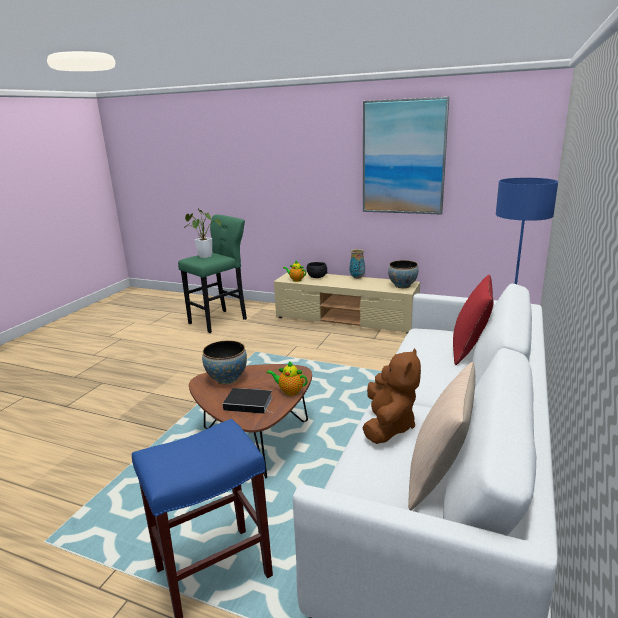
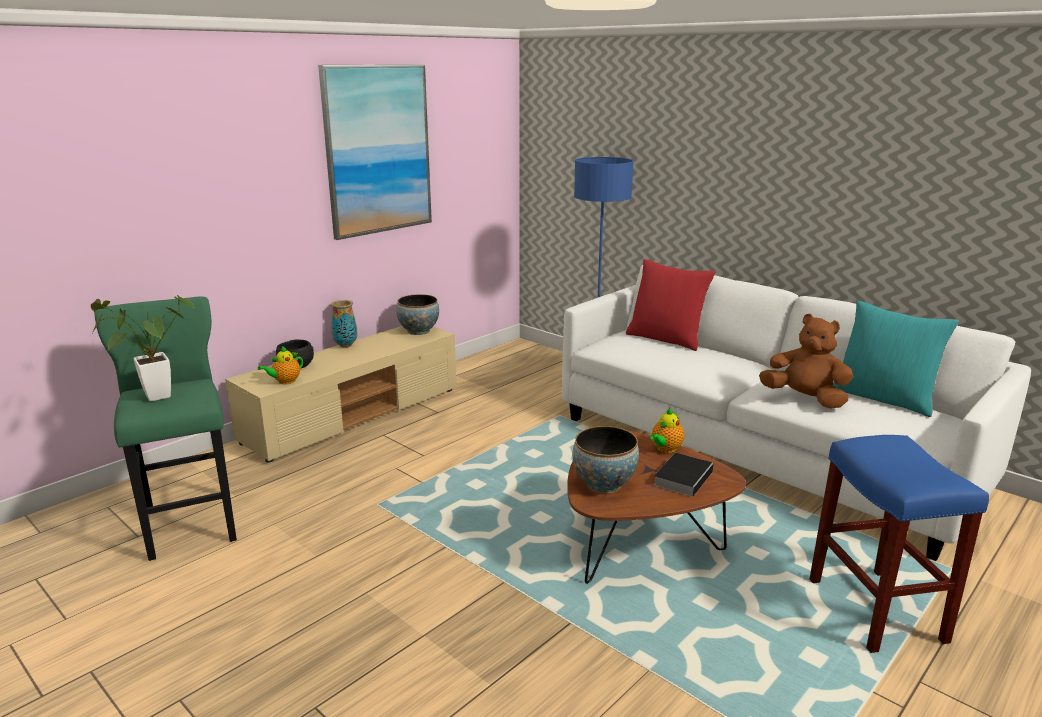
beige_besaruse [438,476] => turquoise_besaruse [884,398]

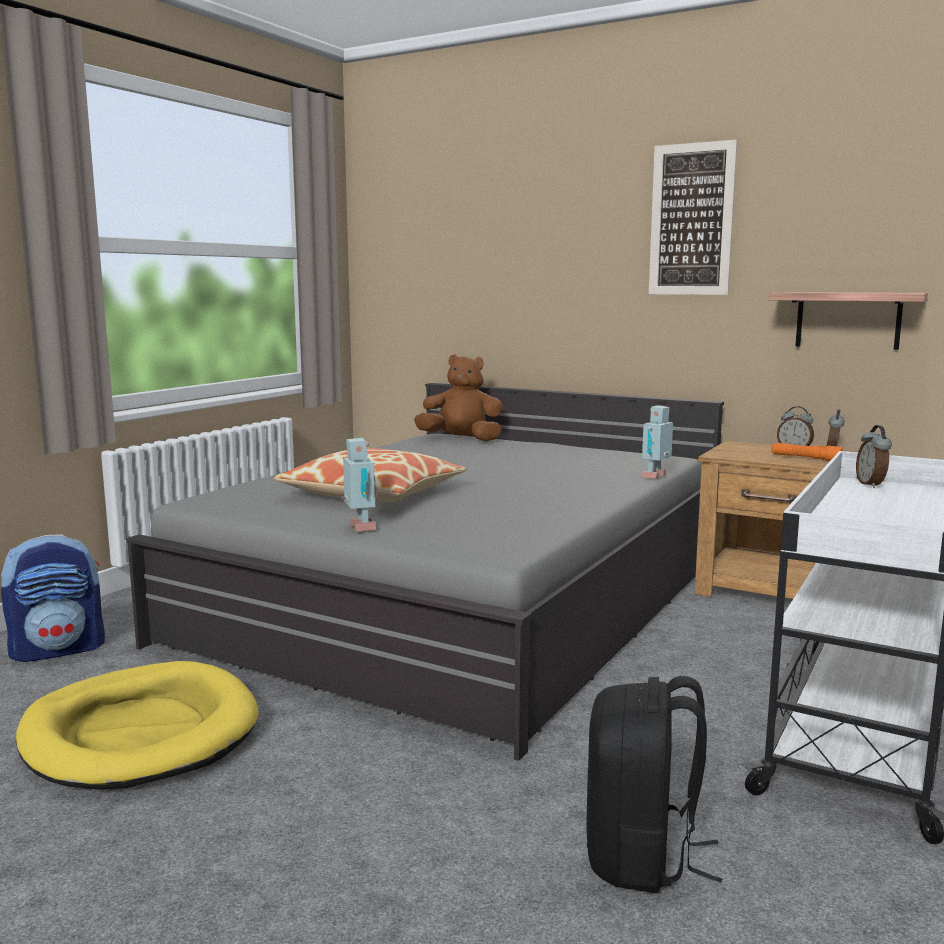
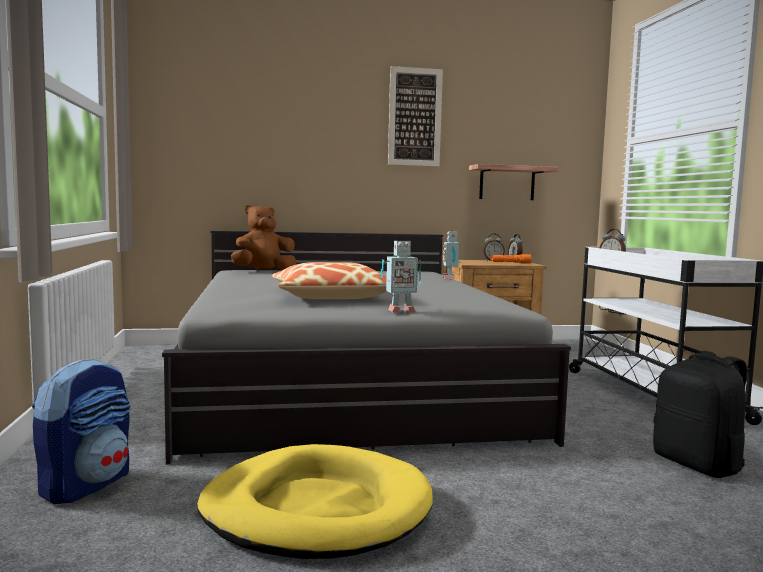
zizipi [360,528] => zizipi [400,311], 135 degrees clockwise

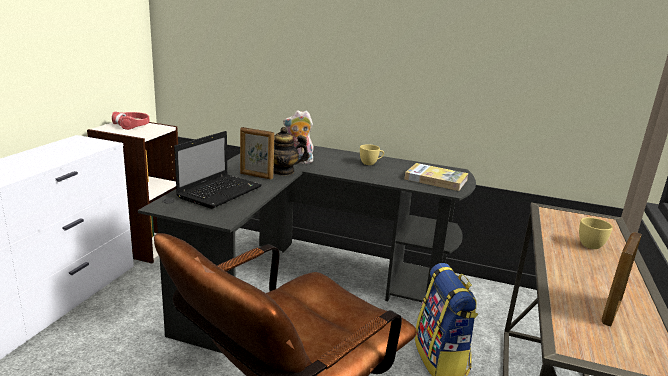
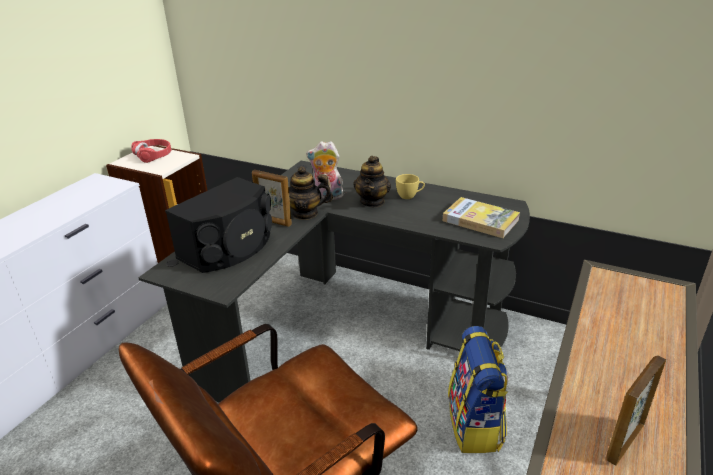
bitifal [221,191] => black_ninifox [229,248]
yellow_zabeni [593,245] => nothing
nothing => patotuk [372,201]

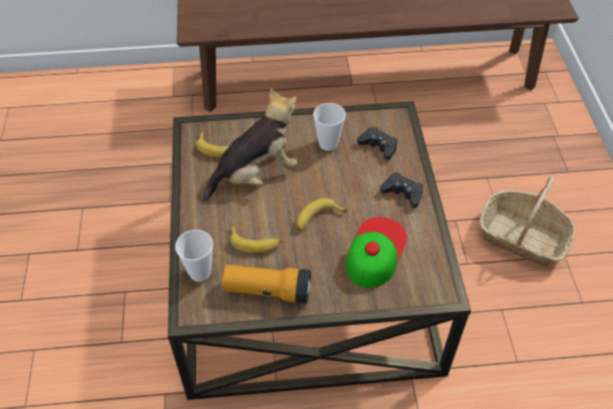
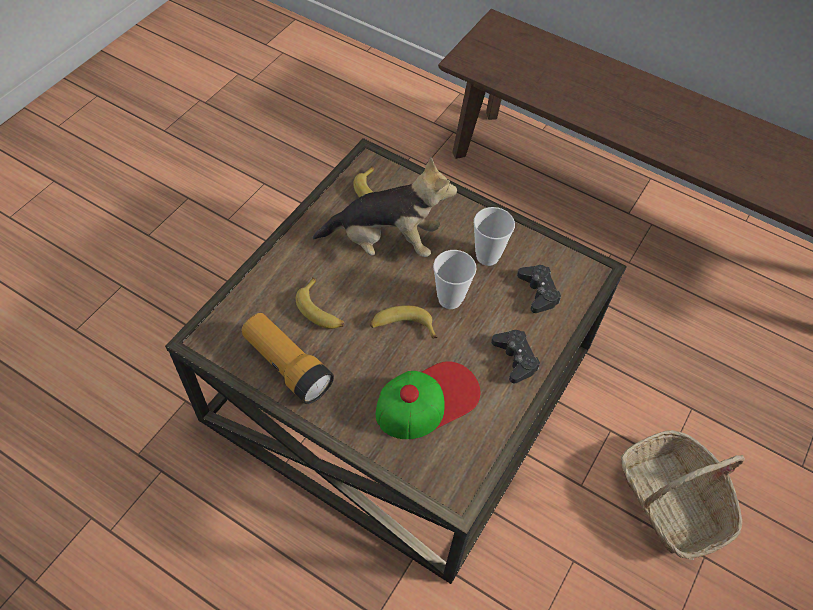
zabeni [200,272] => zabeni [450,299], shifted

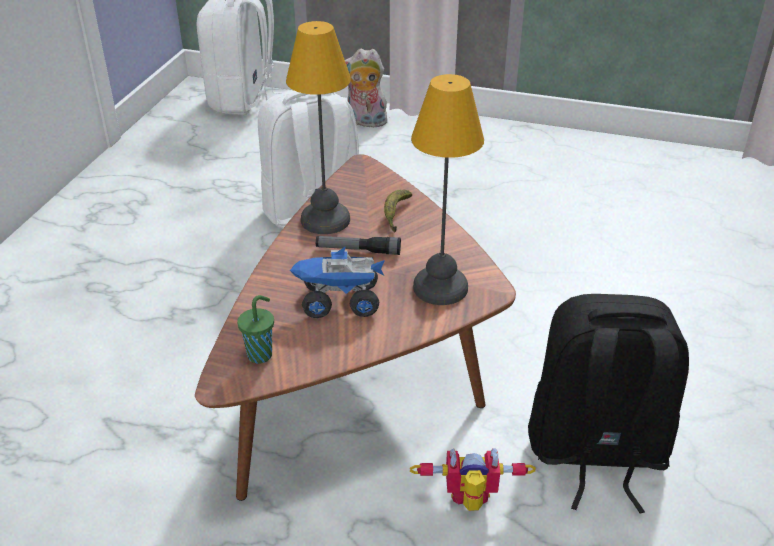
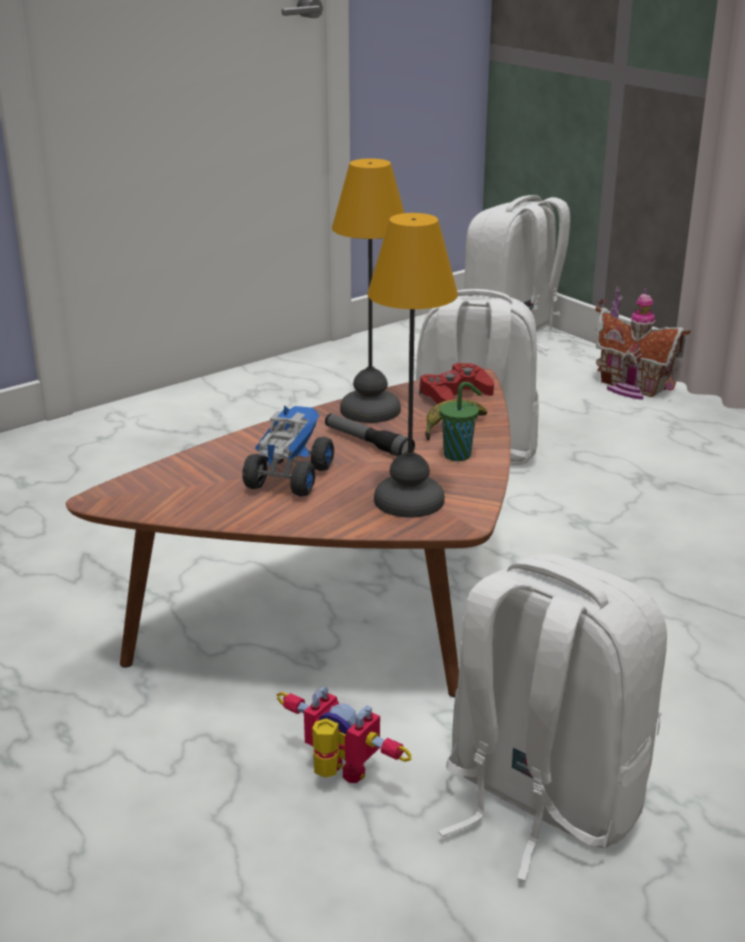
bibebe [365,122] => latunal [631,388]
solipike [339,302] => solipike [289,477], 75 degrees clockwise
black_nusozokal [595,453] => white_nusozokal [539,799]
green_zabeni [261,354] => green_zabeni [459,455], shifted
nothing => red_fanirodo [454,395]

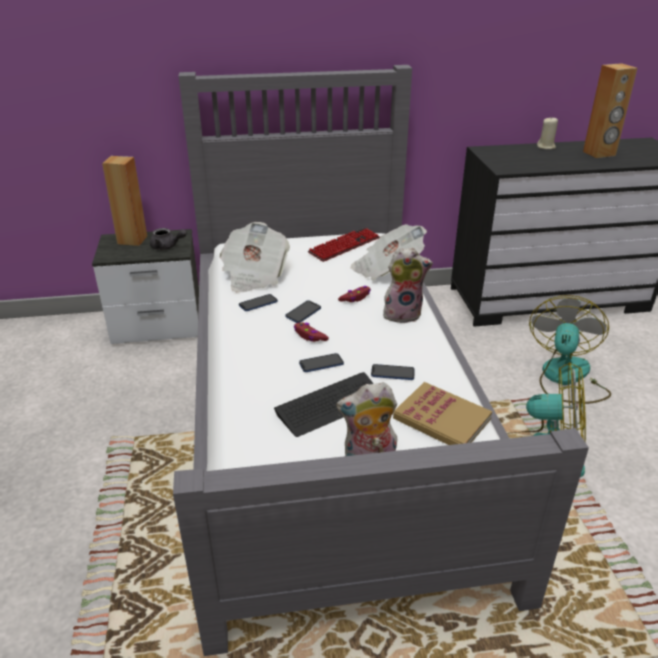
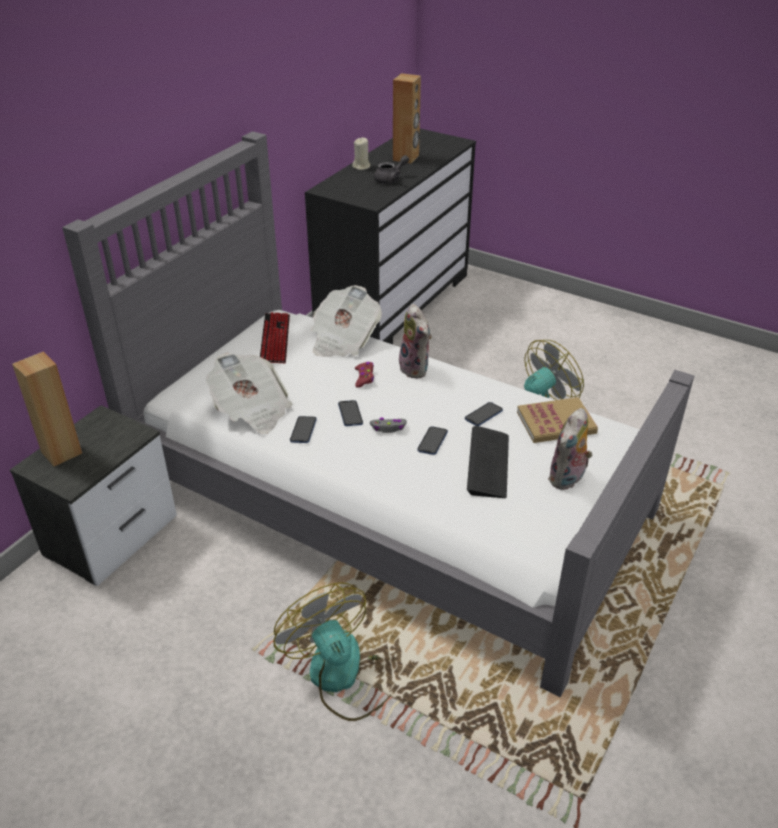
grey_patotuk [167,247] => grey_patotuk [390,179], shifted
bibebe [403,314] => bibebe [416,369], 120 degrees clockwise
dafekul [565,378] => dafekul [344,676], shifted
red_fanirodo [310,336] => grey_fanirodo [388,428]

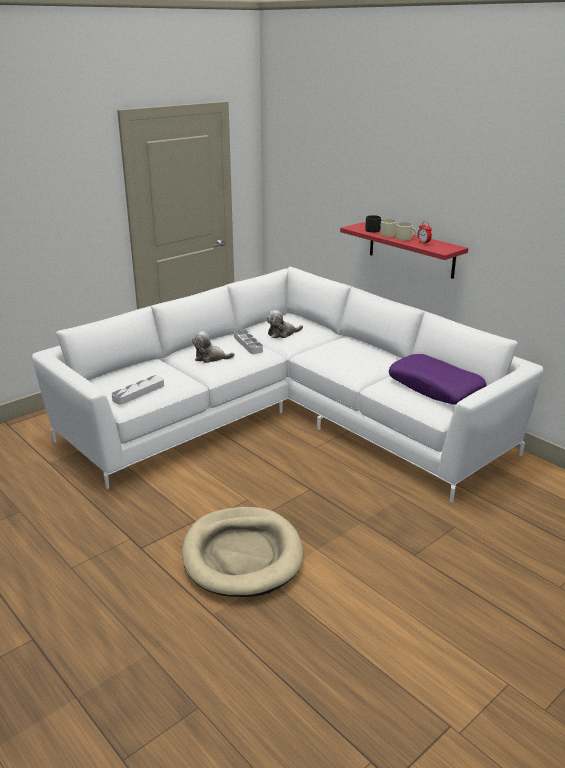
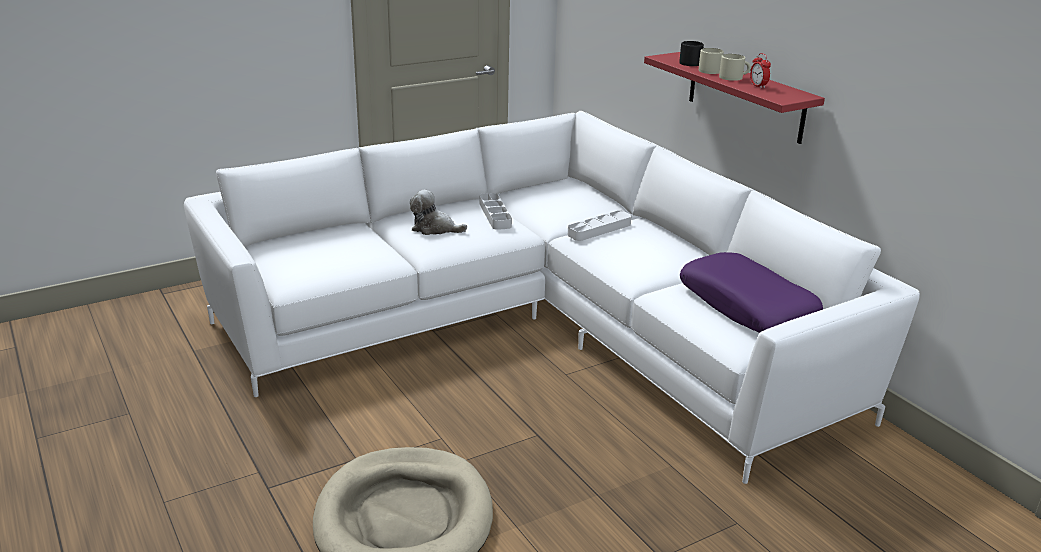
bibebe [282,333] => nothing
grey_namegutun [138,392] => grey_namegutun [599,229], shifted

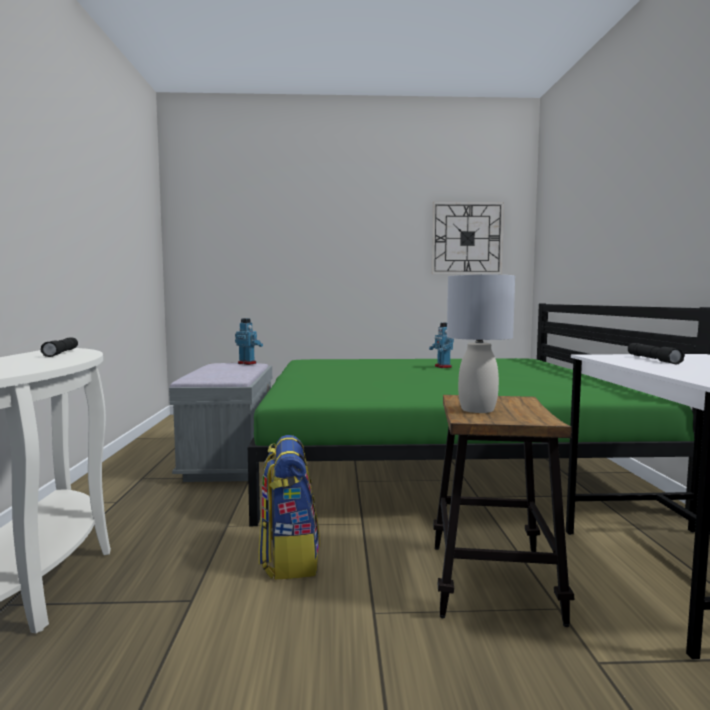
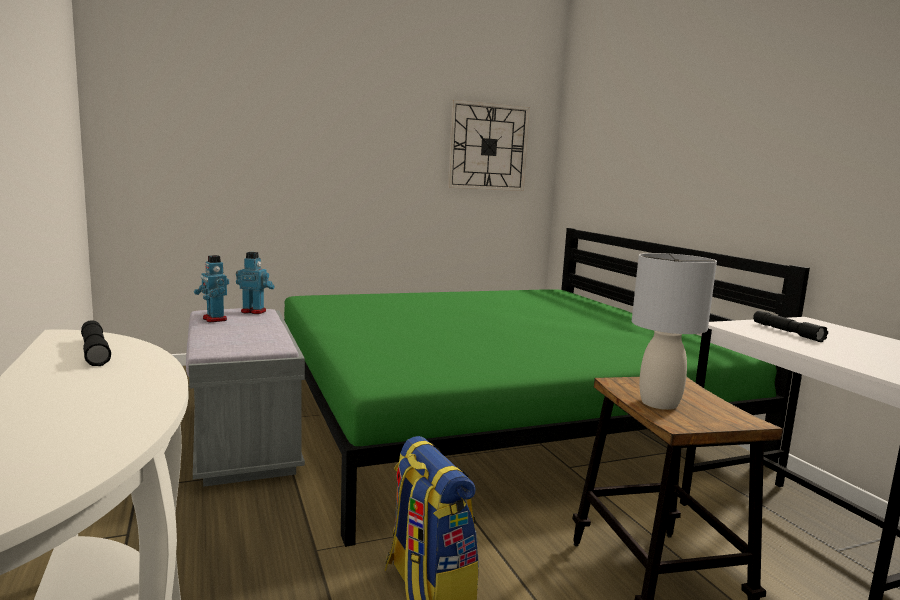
zizipi [442,367] => zizipi [214,319], shifted

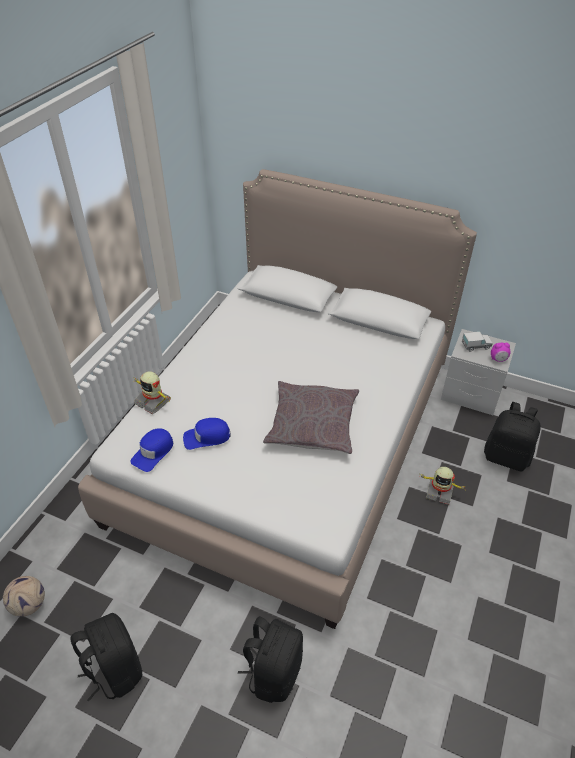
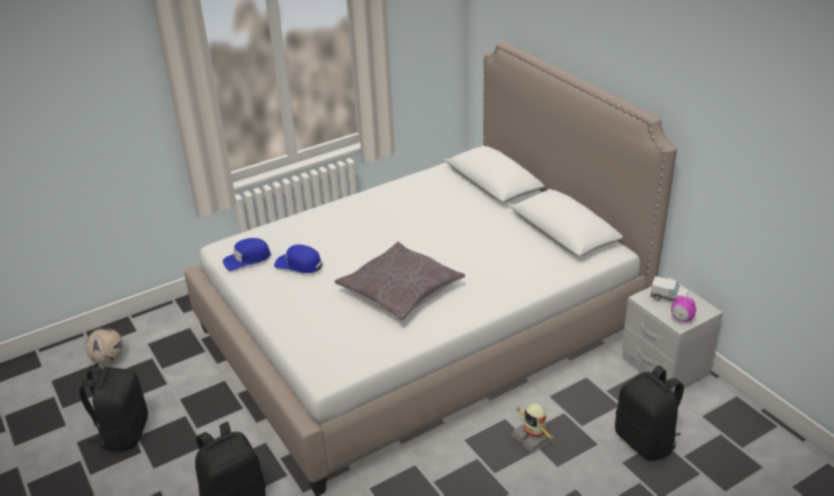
zizipi [153,401] => nothing

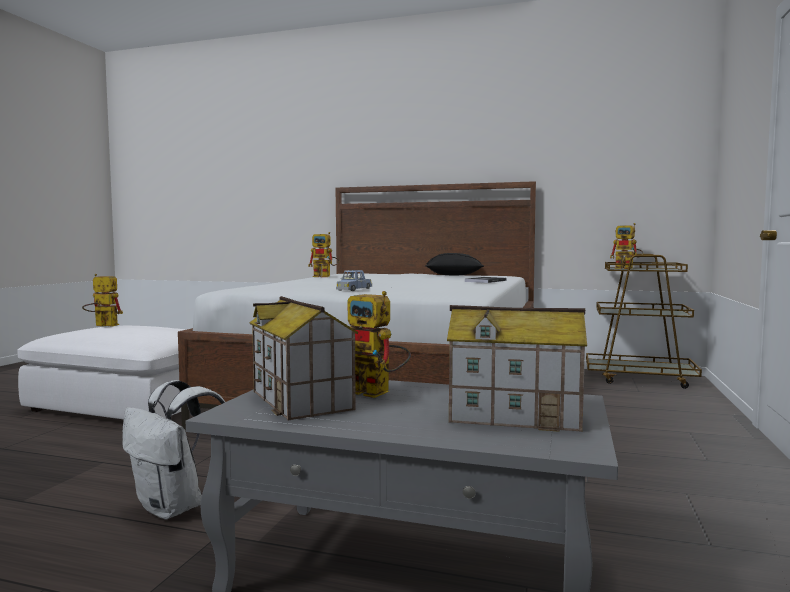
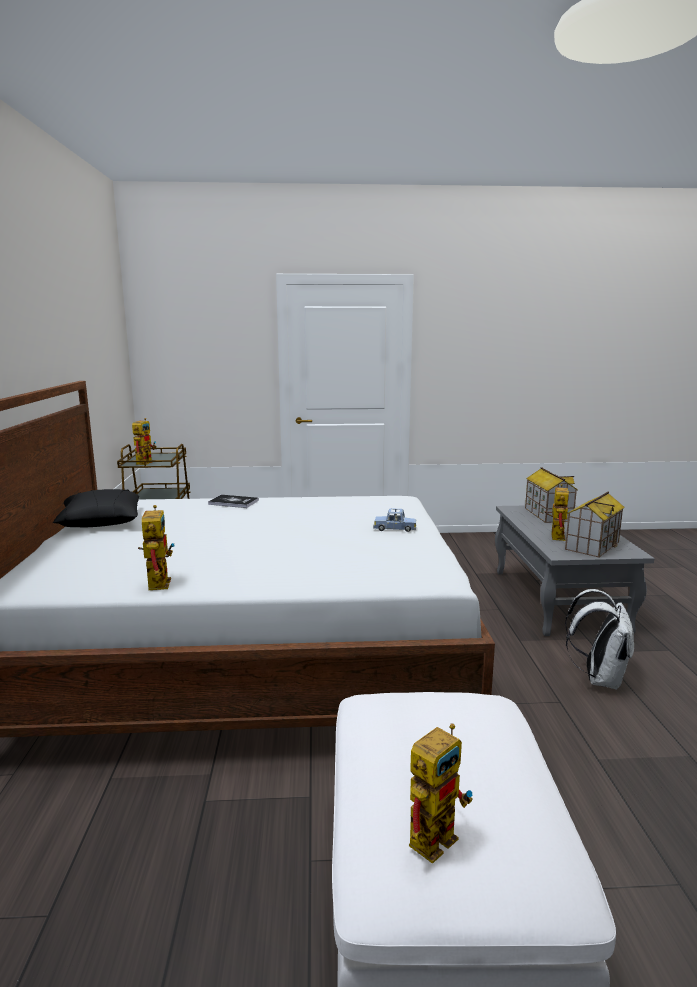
zizipi [101,325] => zizipi [436,833], 120 degrees counterclockwise

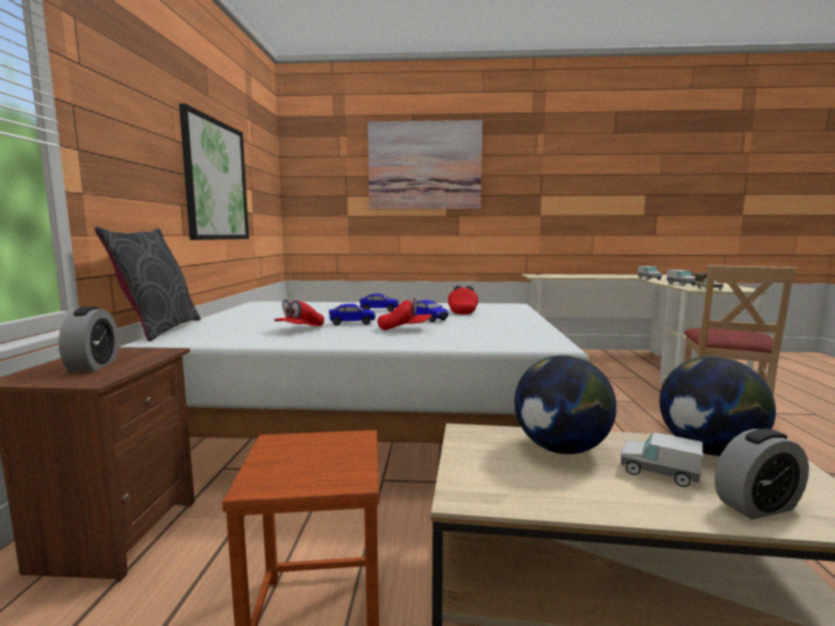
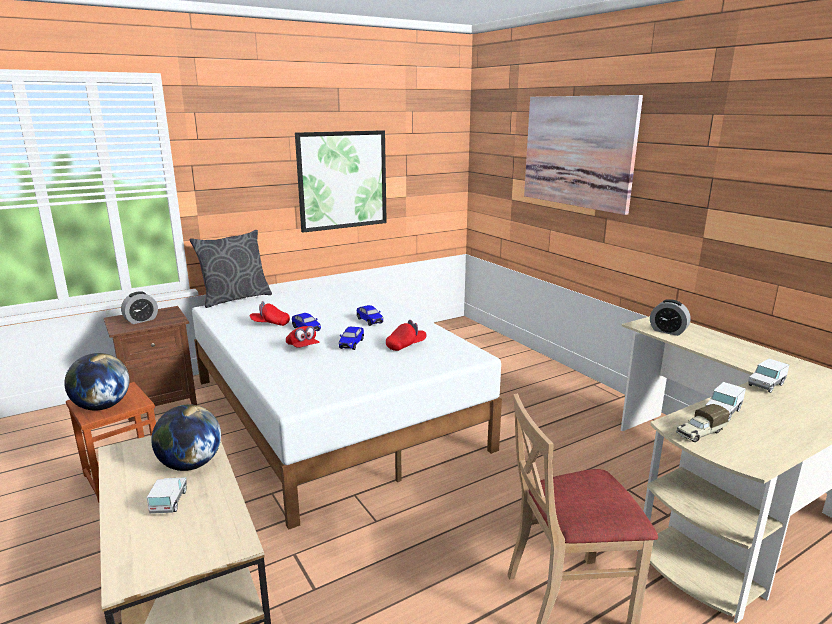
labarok [709,451] => labarok [102,406], shifted
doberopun [757,506] => doberopun [667,331], shifted

